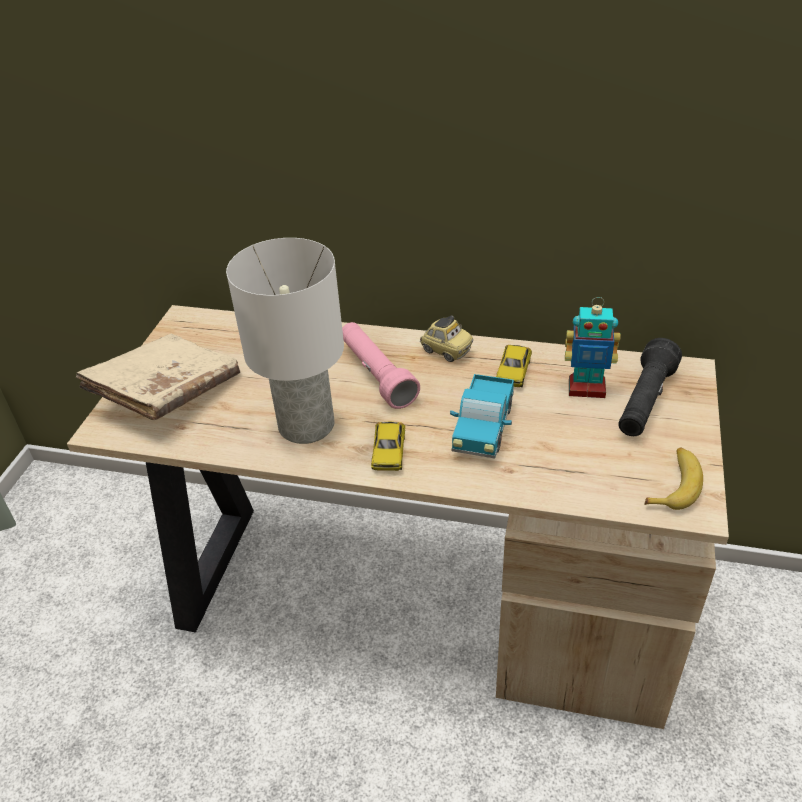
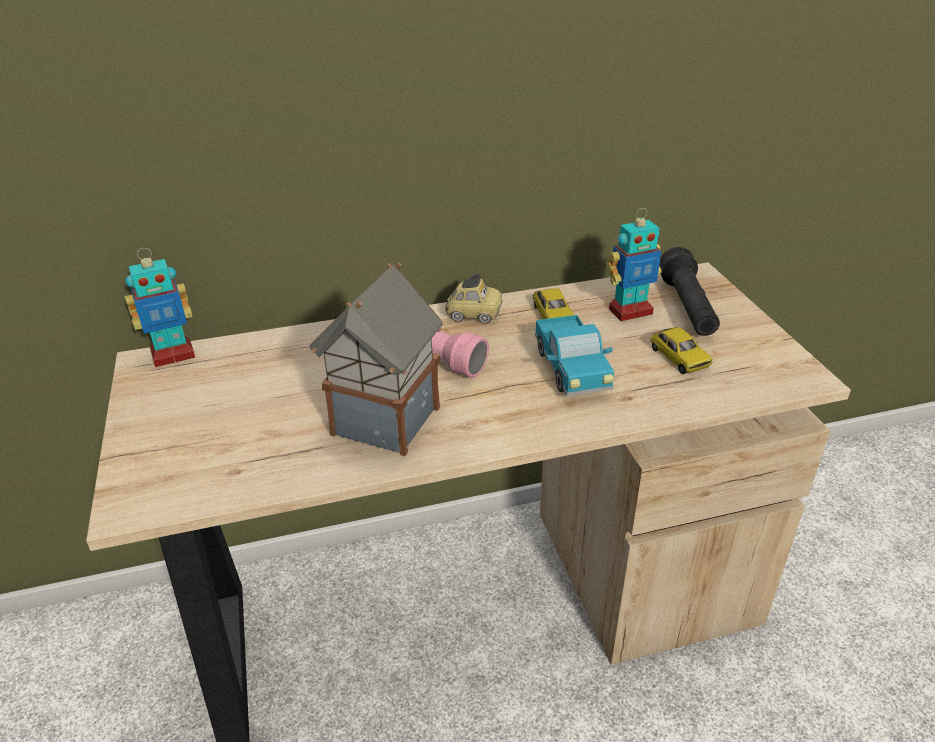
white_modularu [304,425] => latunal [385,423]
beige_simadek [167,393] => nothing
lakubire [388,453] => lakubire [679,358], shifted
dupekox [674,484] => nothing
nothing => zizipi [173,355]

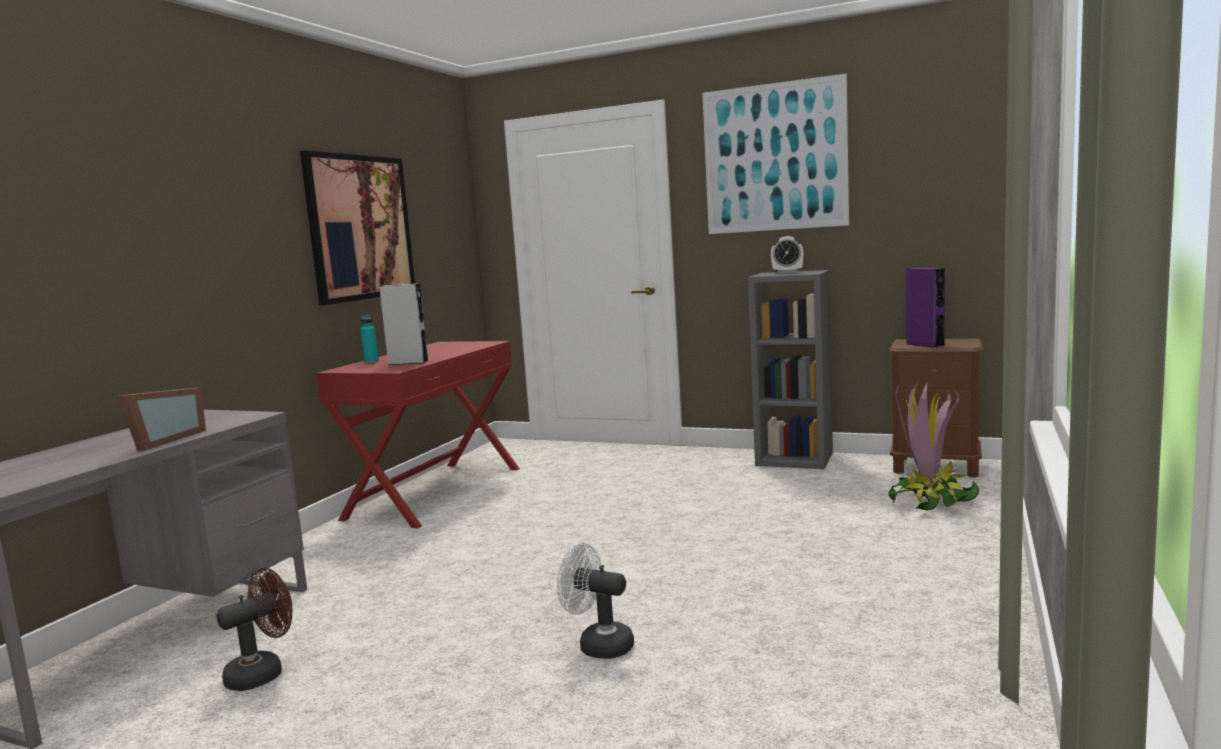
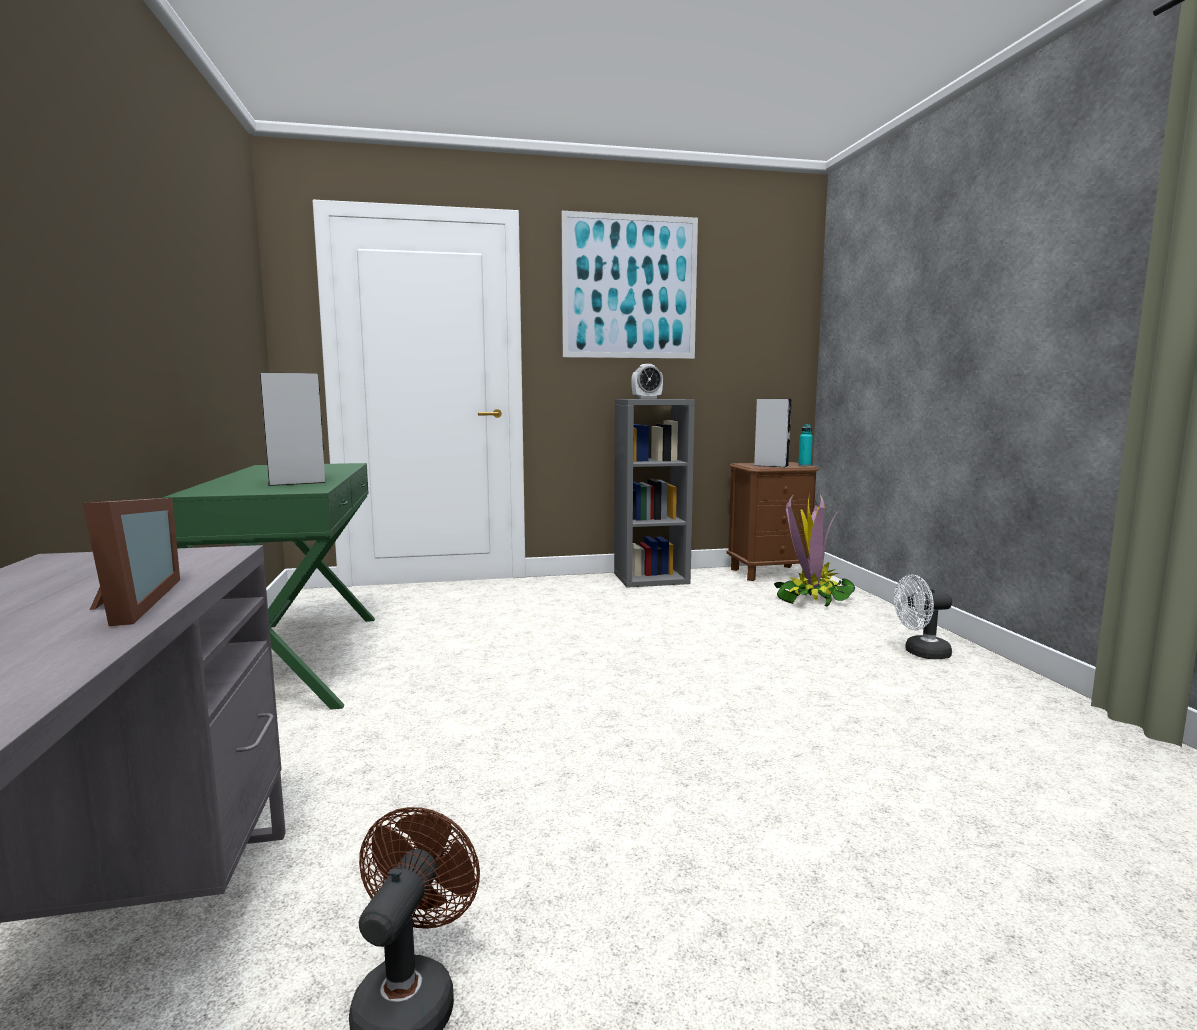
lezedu [360,227] => nothing
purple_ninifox [925,345] => grey_ninifox [771,466]
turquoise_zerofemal [371,361] => turquoise_zerofemal [804,465], shifted
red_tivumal [435,492] => green_tivumal [297,660]
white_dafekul [598,645] => white_dafekul [920,653], shifted

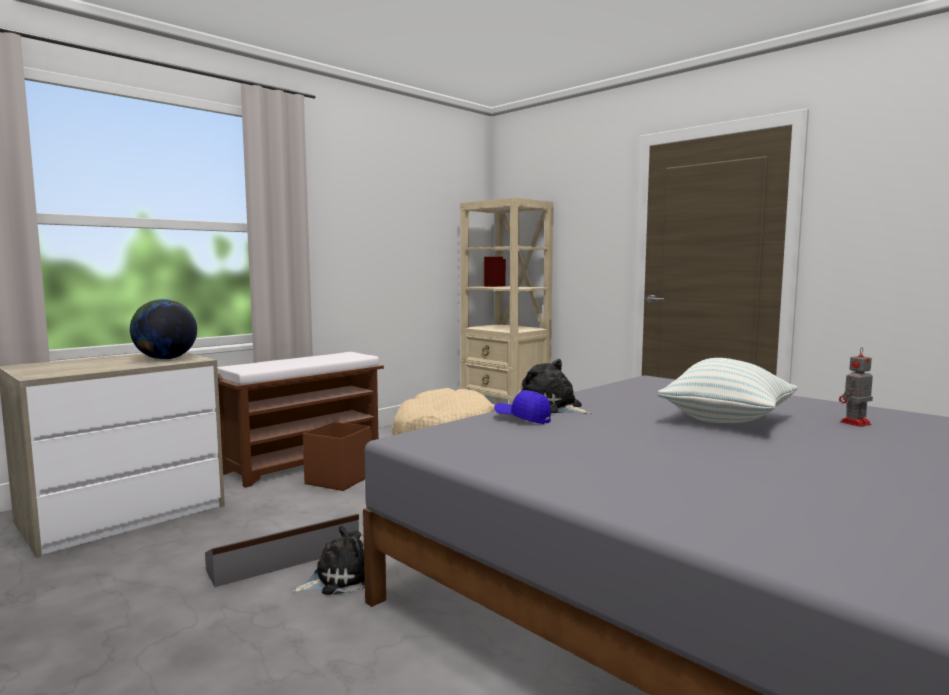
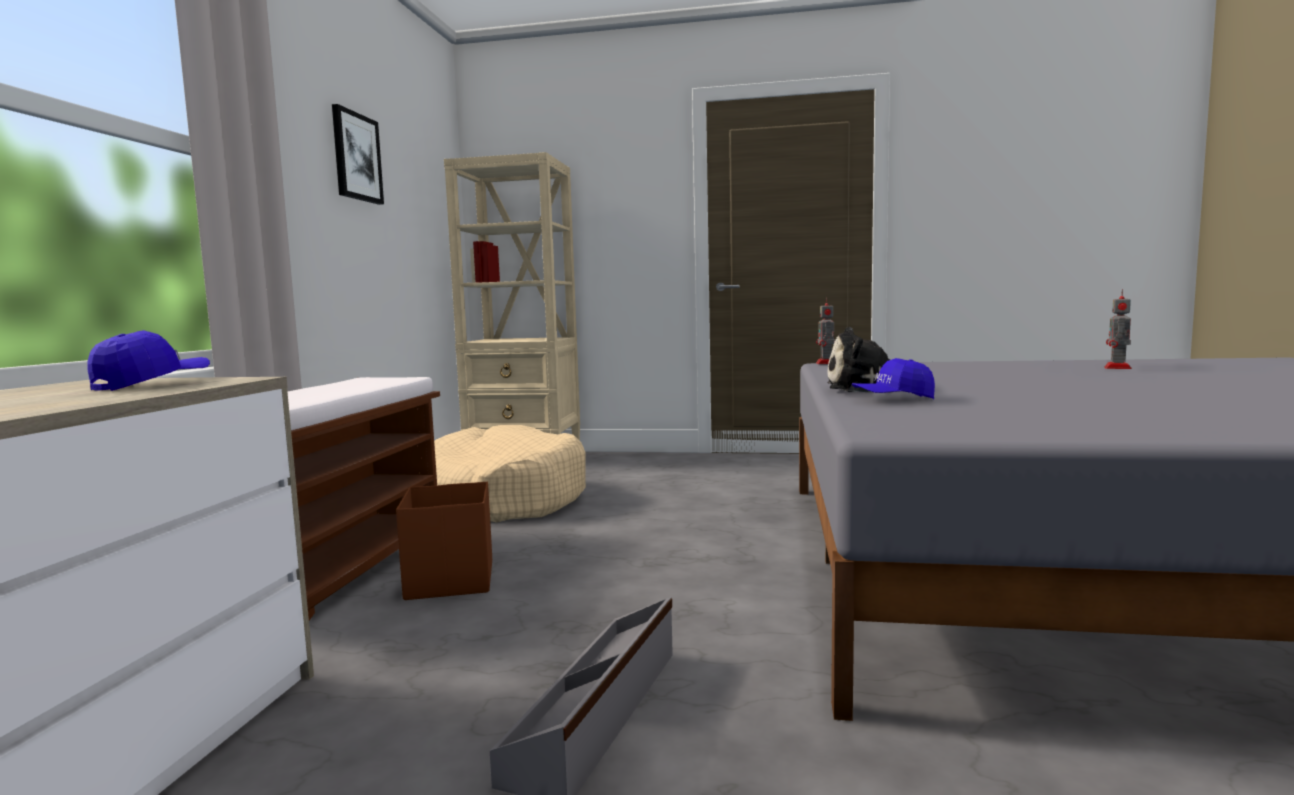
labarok [165,359] => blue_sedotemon [152,384]
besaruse [727,421] => nothing
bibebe [339,579] => nothing
nothing => lezedu [356,157]
nothing => zizipi [826,363]

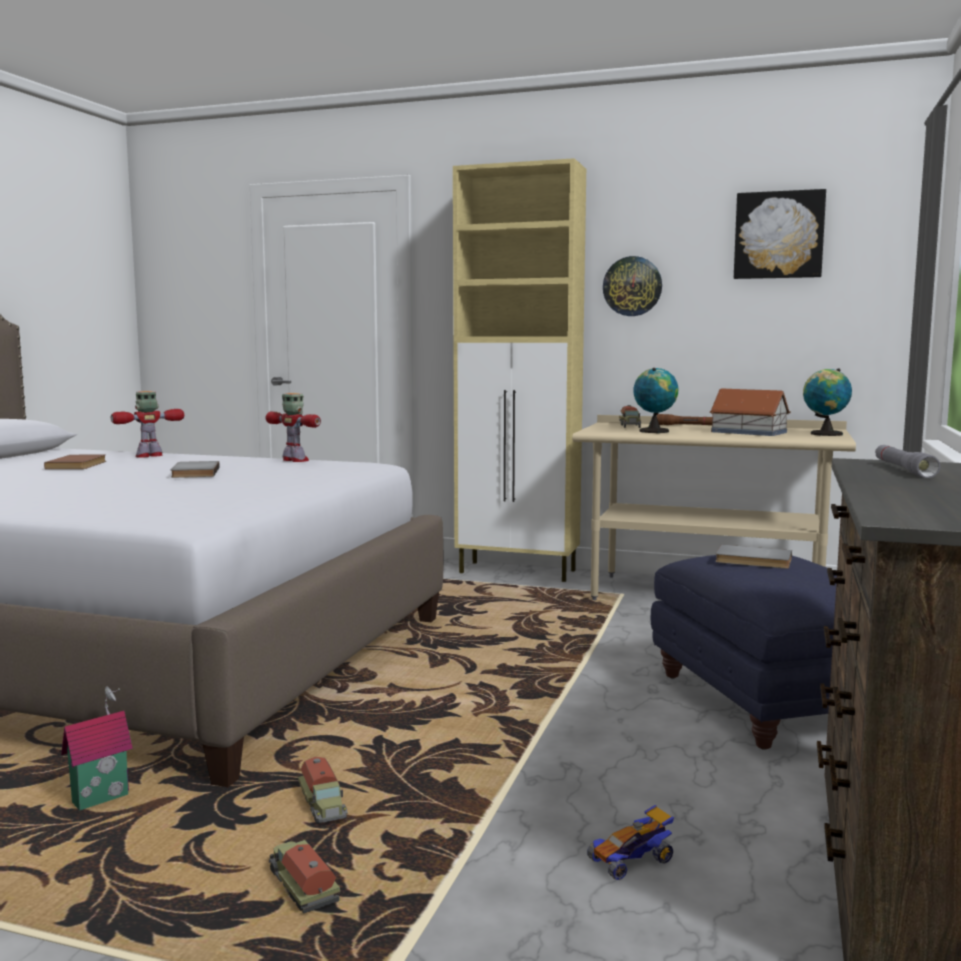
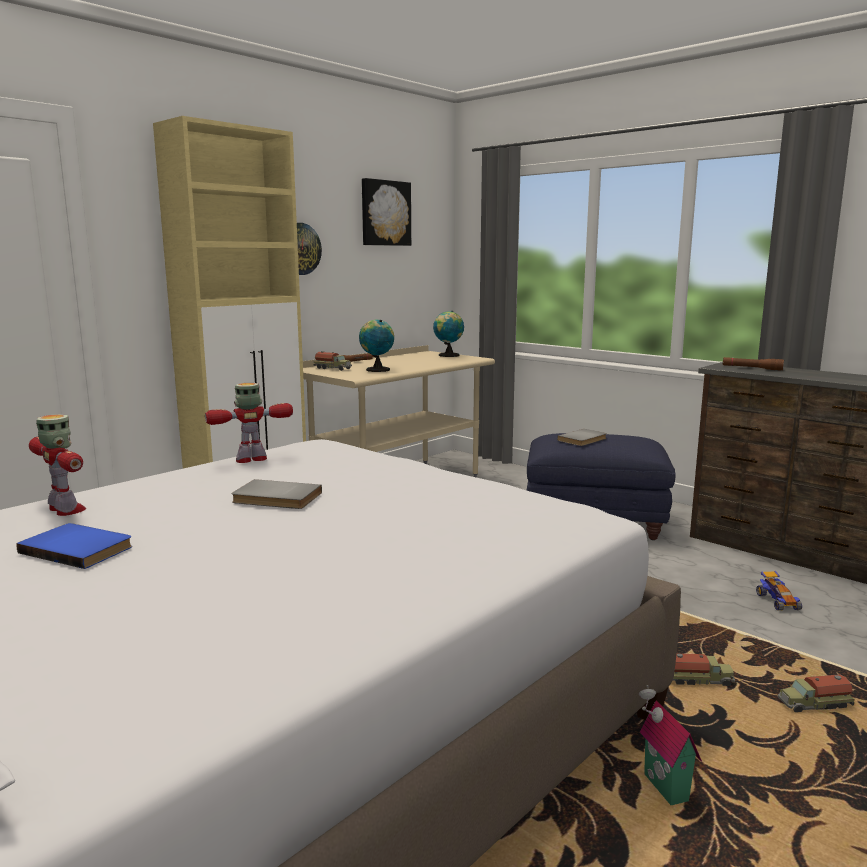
latunal [748,432] => nothing
zizipi [149,456] => zizipi [66,510], 150 degrees clockwise
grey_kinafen [903,470] => brown_kinafen [752,368]
brown_simadek [79,465] => blue_simadek [79,548]

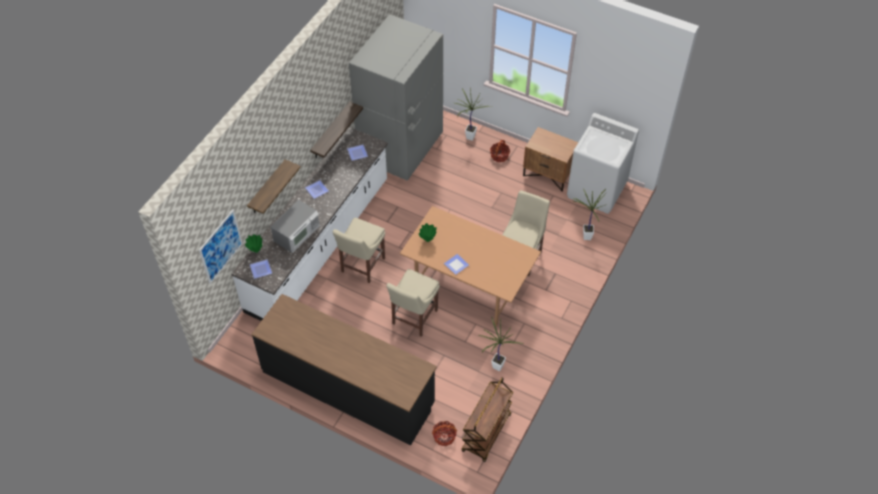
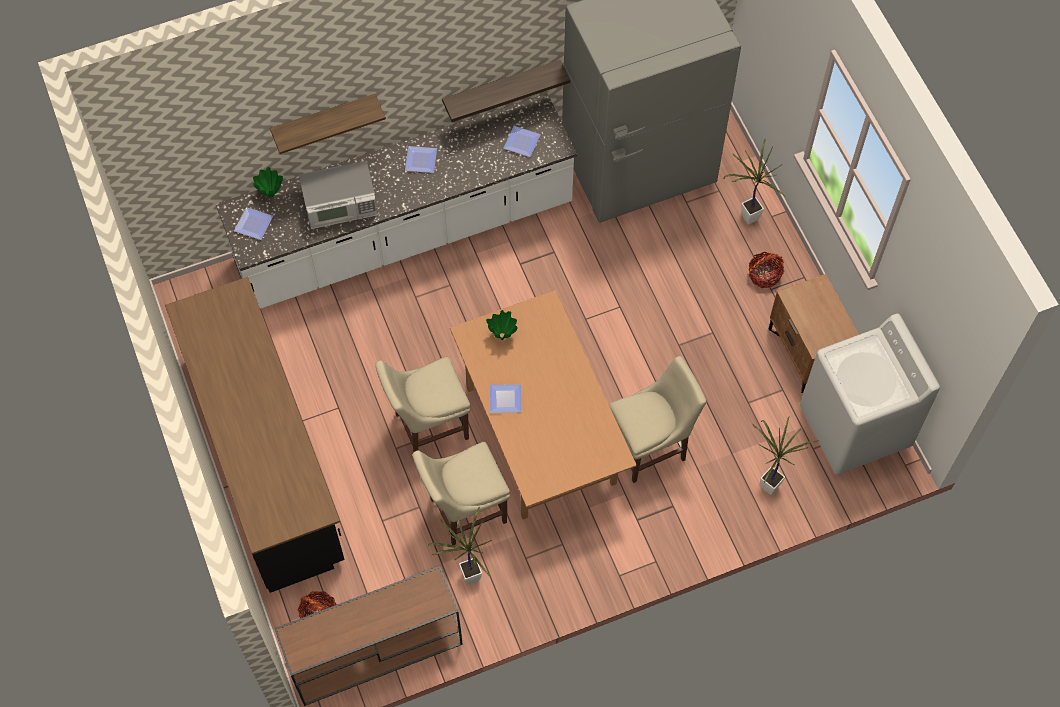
lezedu [220,246] => nothing
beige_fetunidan [361,266] => beige_fetunidan [464,511], shifted
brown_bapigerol [486,433] => brown_tivumal [374,653]

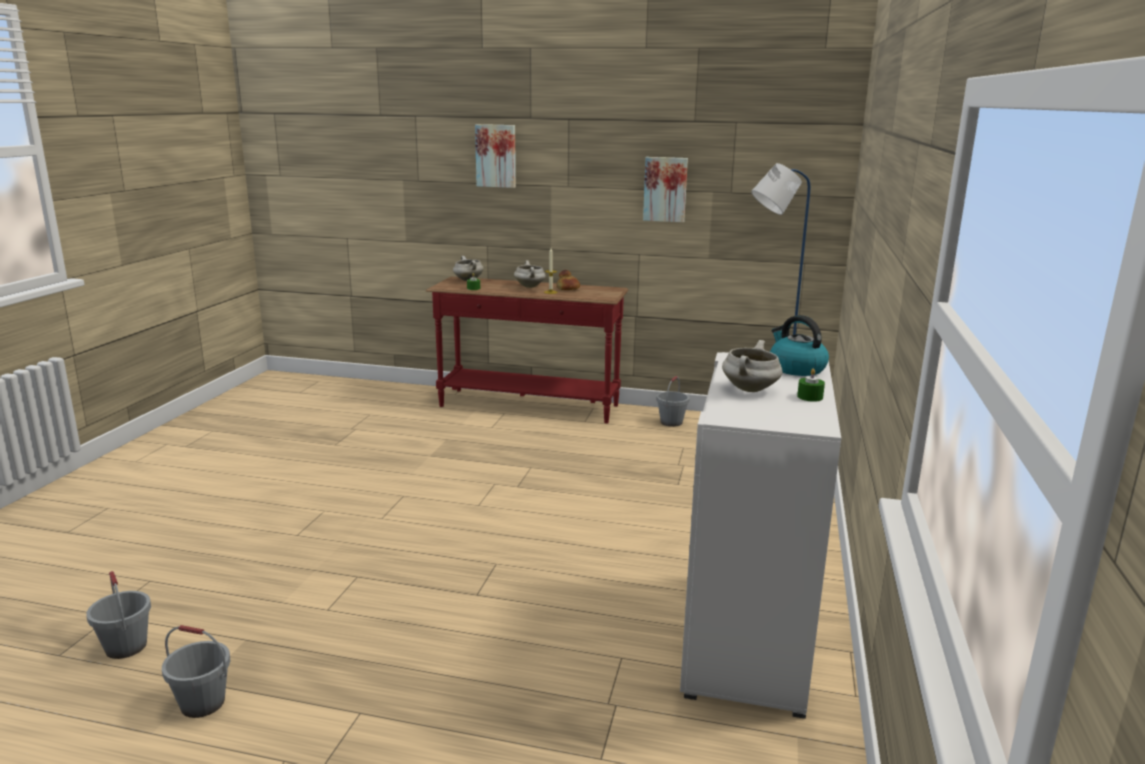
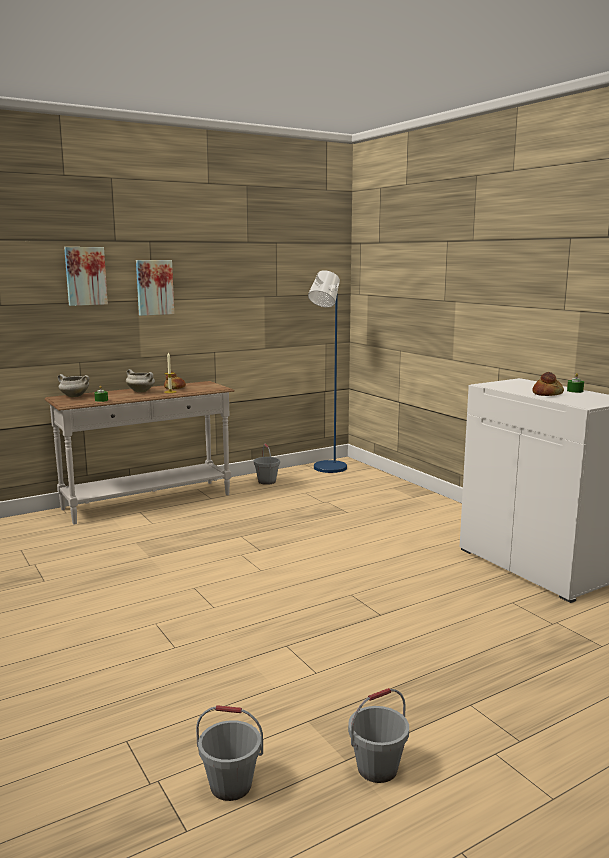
lezedu [665,189] => lezedu [154,287], shifted
red_tivumal [528,406] => white_tivumal [148,502]
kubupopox [796,368] => nothing
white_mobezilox [750,390] => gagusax [547,394]

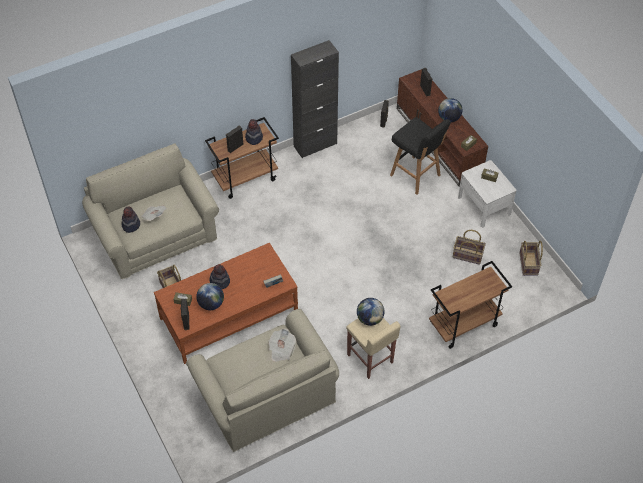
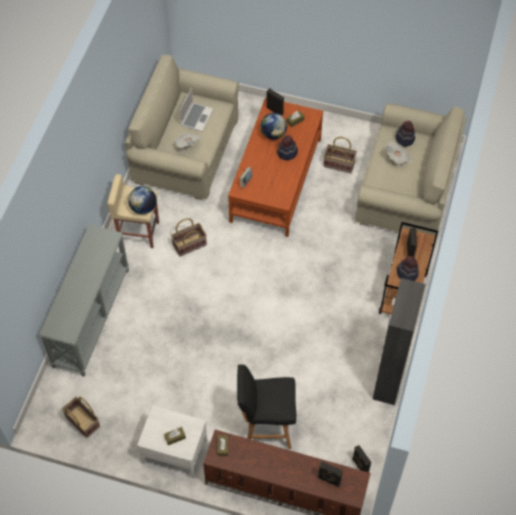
labarok [449,118] => nothing
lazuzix [467,255] => lazuzix [189,244], shifted
brown_bapigerol [463,325] => grey_tivumal [90,317]
nothing => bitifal [196,117]

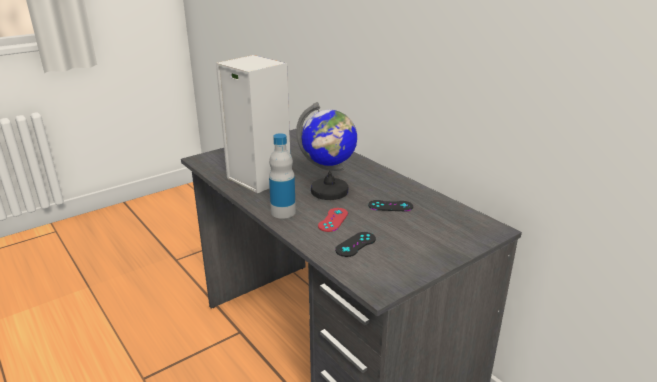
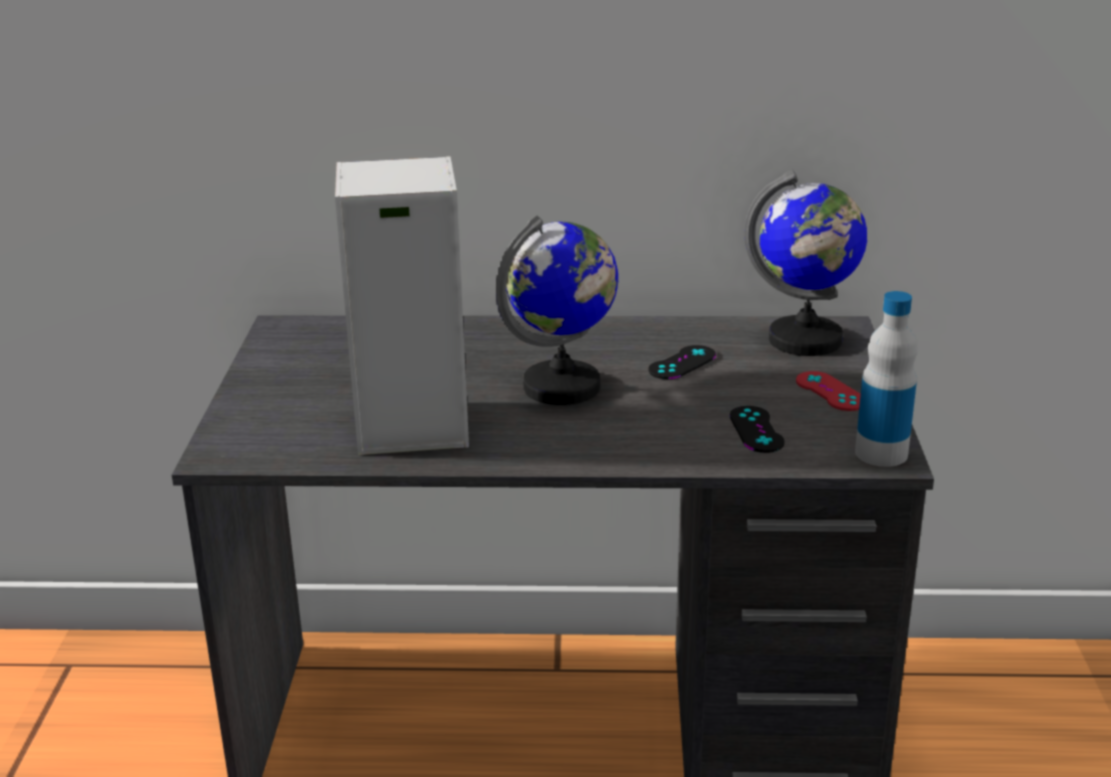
zerofemal [283,212] => zerofemal [881,453], shifted
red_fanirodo [333,220] => red_fanirodo [830,392], shifted
nothing => labarok [805,340]

